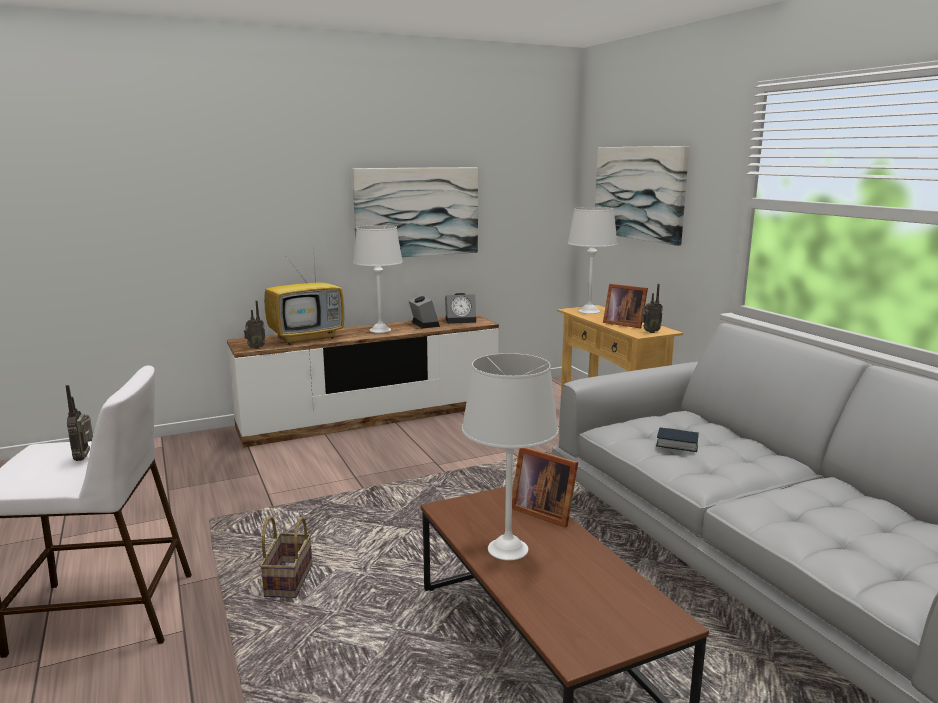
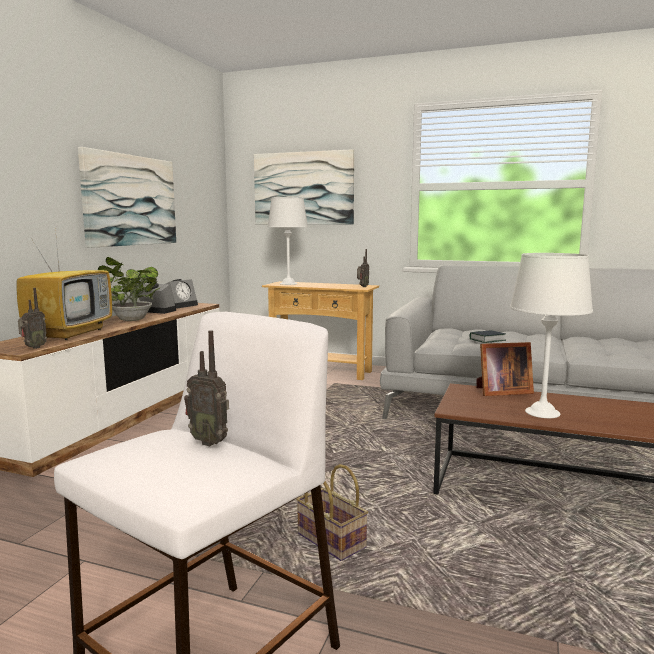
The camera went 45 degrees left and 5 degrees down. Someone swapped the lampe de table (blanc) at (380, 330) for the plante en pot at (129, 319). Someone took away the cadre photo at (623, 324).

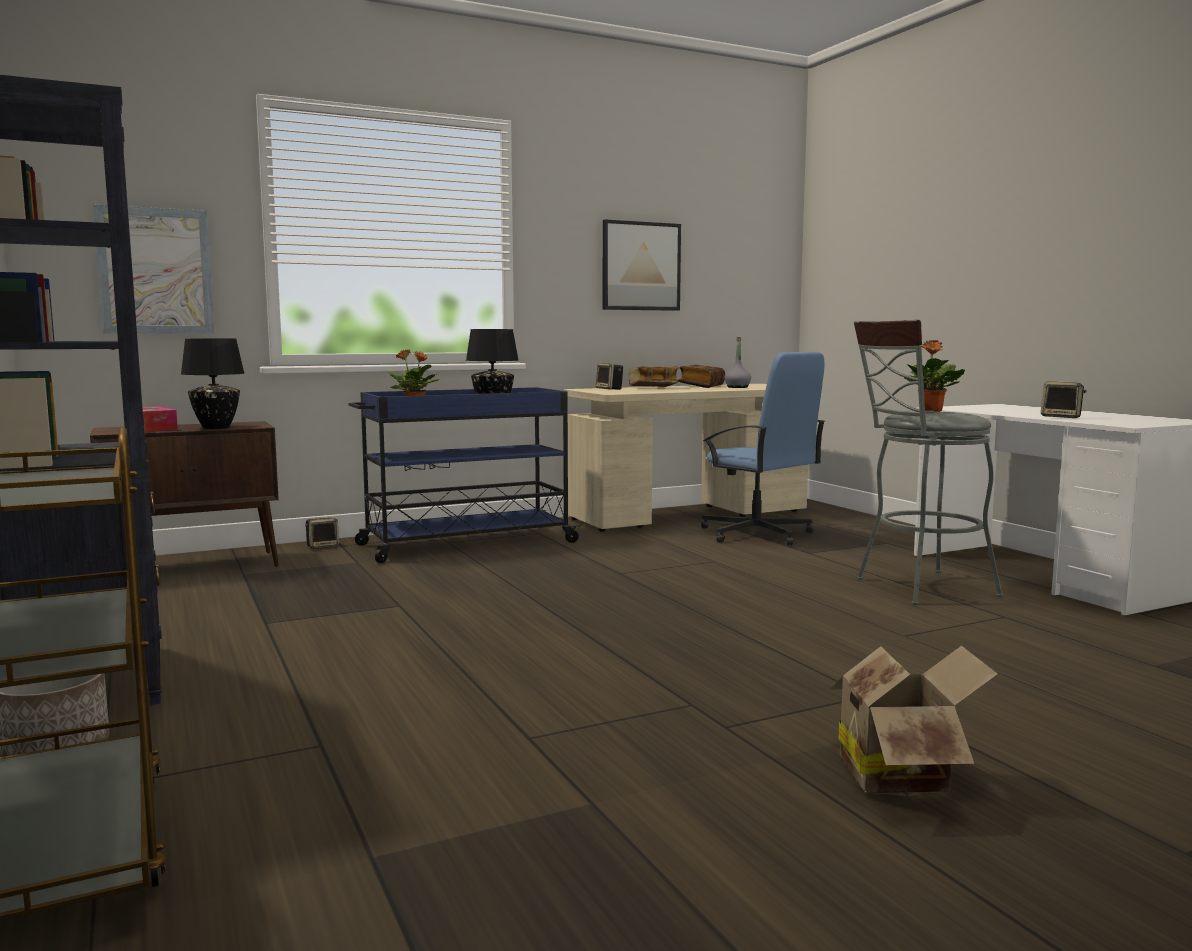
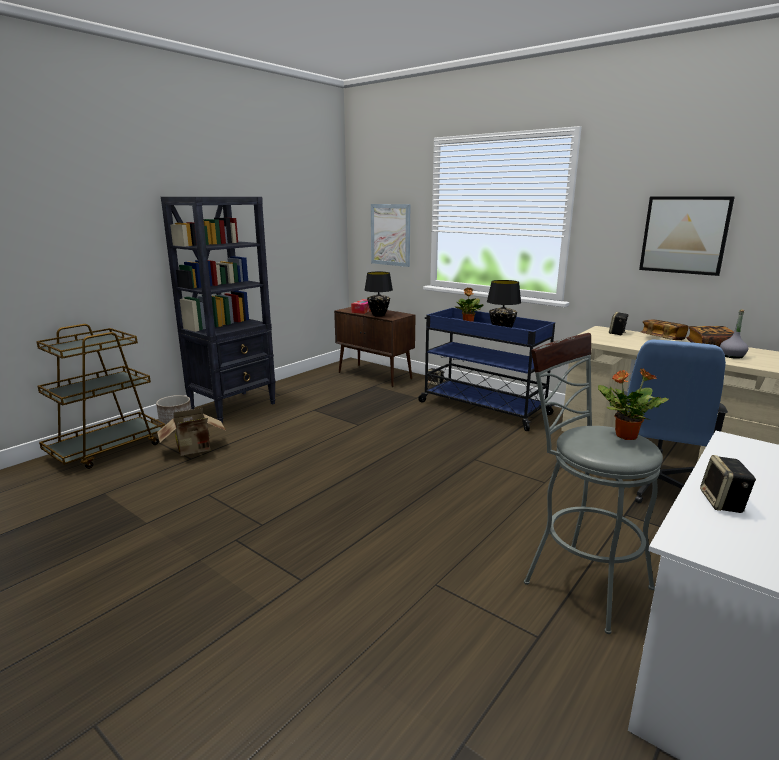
The camera went 65 degrees right and 10 degrees up. Someone carried the carton from (900, 774) to (195, 450).

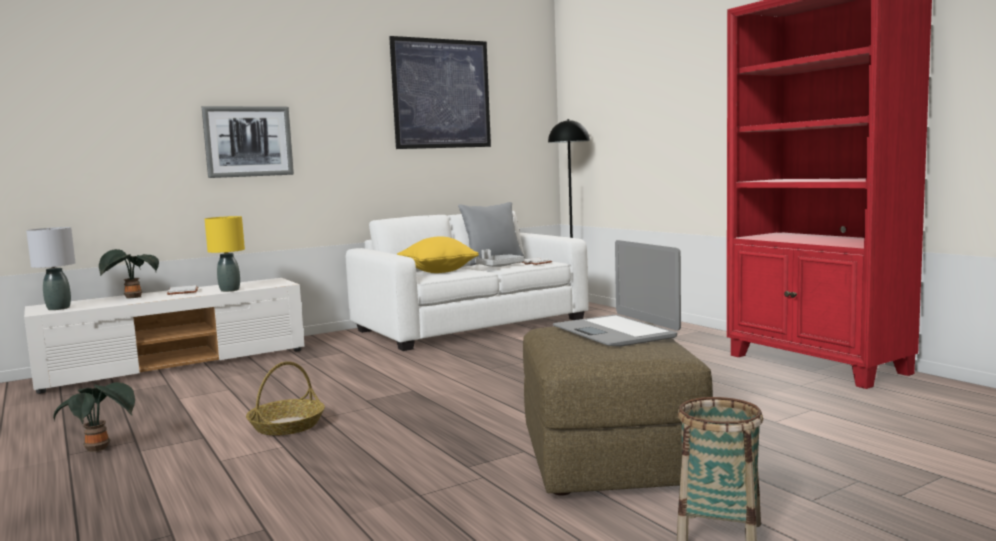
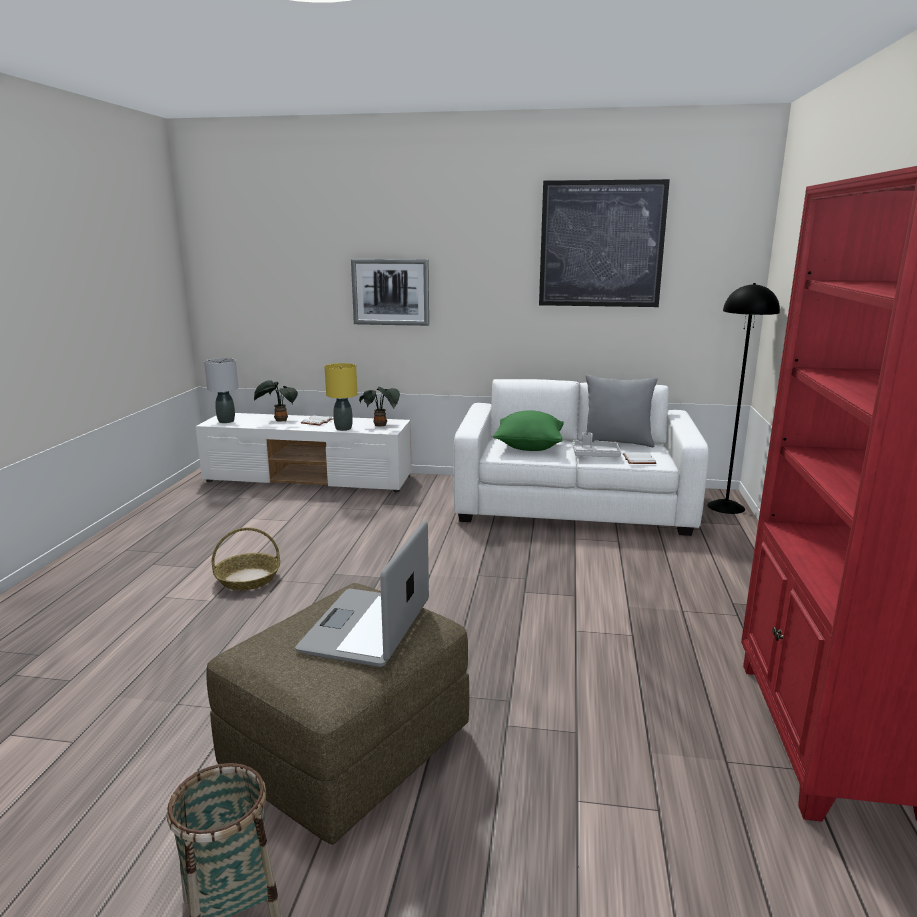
The camera went 40 degrees right and 10 degrees up. Someone carried the plante en pot from (100, 449) to (381, 425). Someone repainted the coussin (jaune) at (438, 272), which became the coussin (vert) at (529, 447).

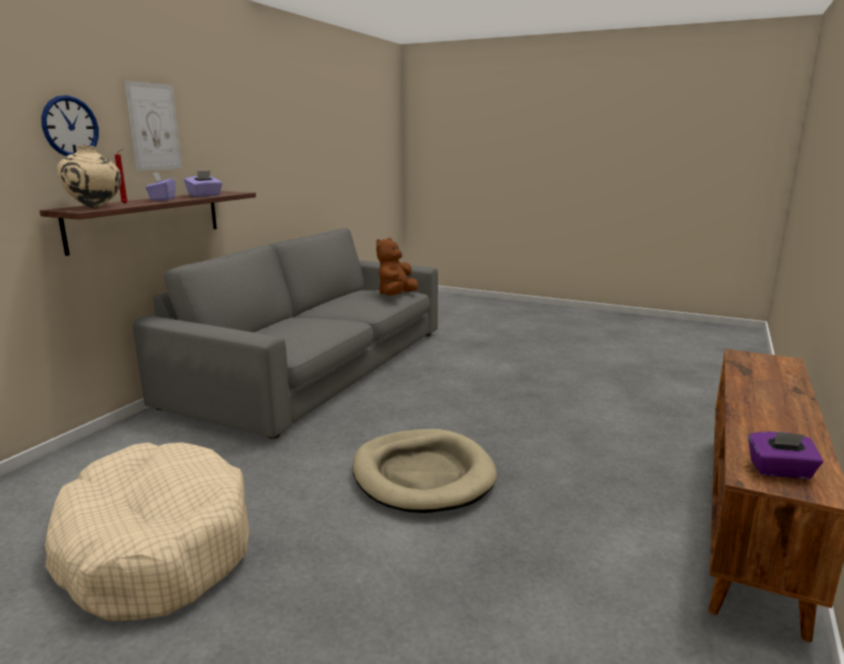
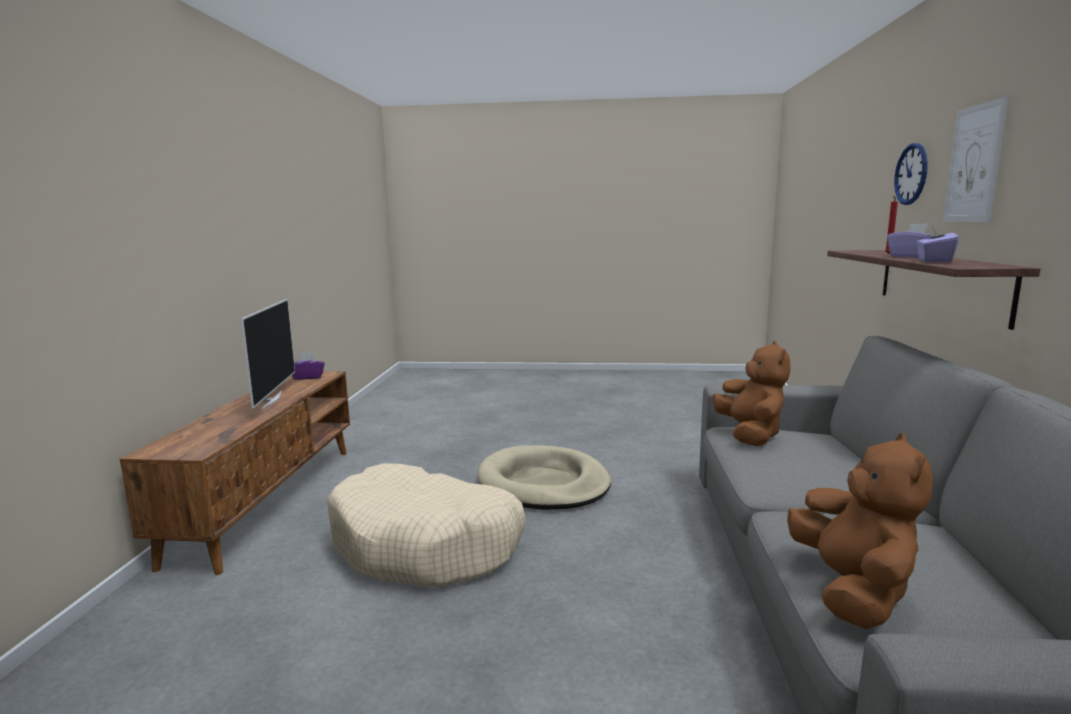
The camera went 160 degrees right and 5 degrees down. Someone carried the panier pour chien (beige) from (155, 547) to (426, 545). Someone took away the vase (beige) at (95, 207). Someone put down the téléviseur at (270, 400). Someone put down the peluche (marron) at (750, 435).

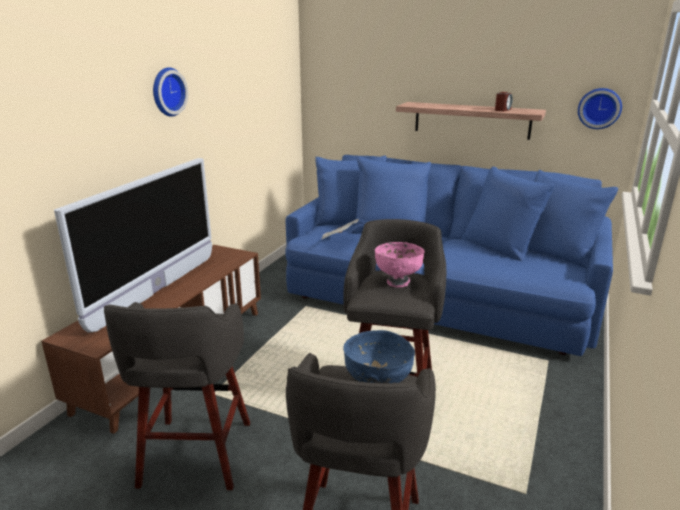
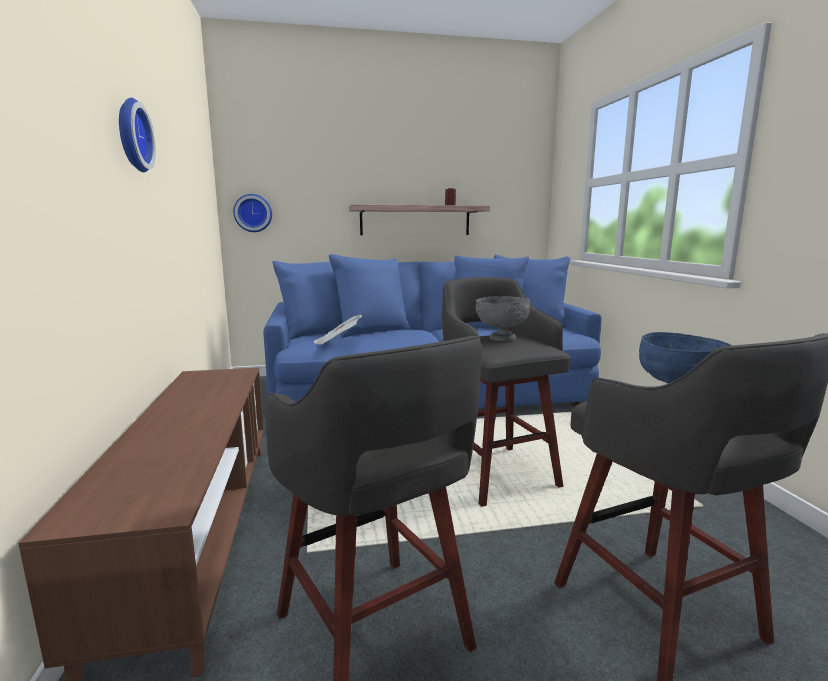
The camera went 35 degrees left and 10 degrees down. Someone took away the téléviseur at (157, 291). Someone repainted the bol (rose) at (398, 282), which became the bol (gris) at (501, 338). Someone carried the horloge murale from (599, 108) to (253, 213).

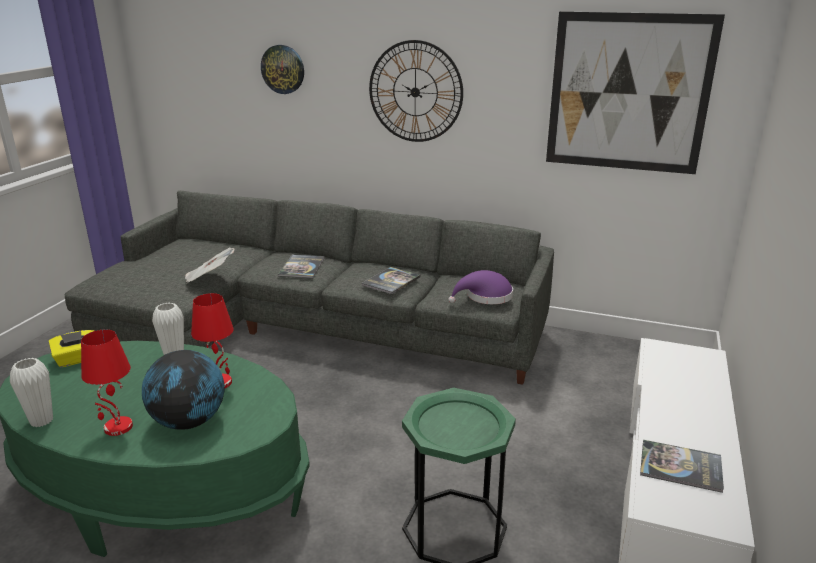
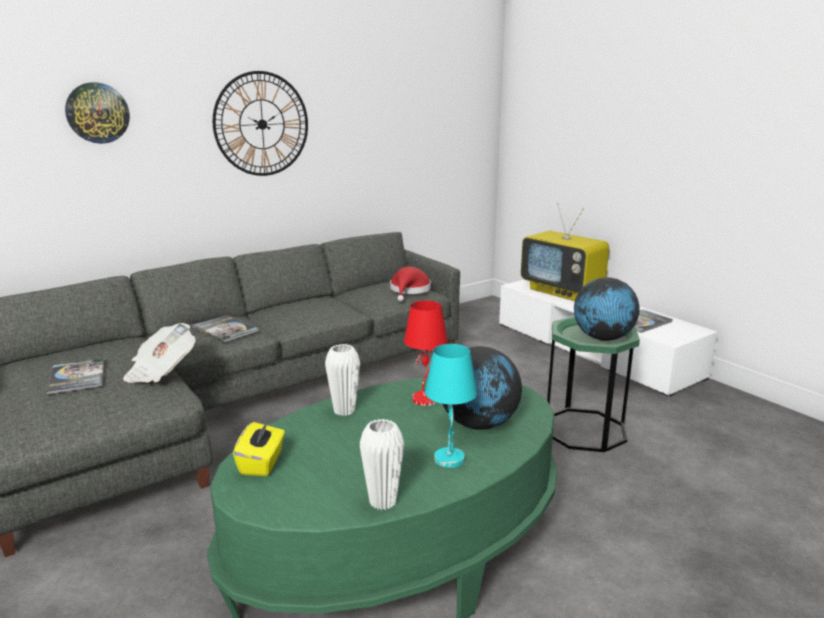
The camera went 55 degrees left and 5 degrees down. Someone repainted the lampe de table (rouge) at (118, 428), which became the lampe de table (turquoise) at (450, 459). Someone carried the livre from (391, 281) to (77, 377). Someone repainted the chapeau (violet) at (485, 297), which became the chapeau (rouge) at (409, 290). Someone took away the tableau at (628, 93). Someone put down the téléviseur at (562, 291). Someone put down the globe at (602, 338).

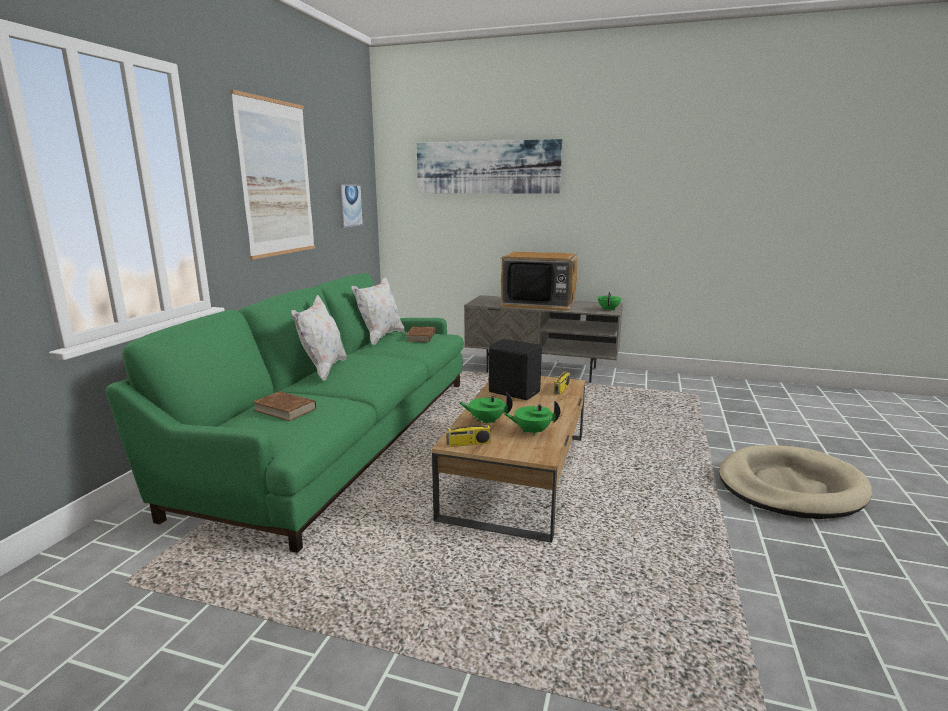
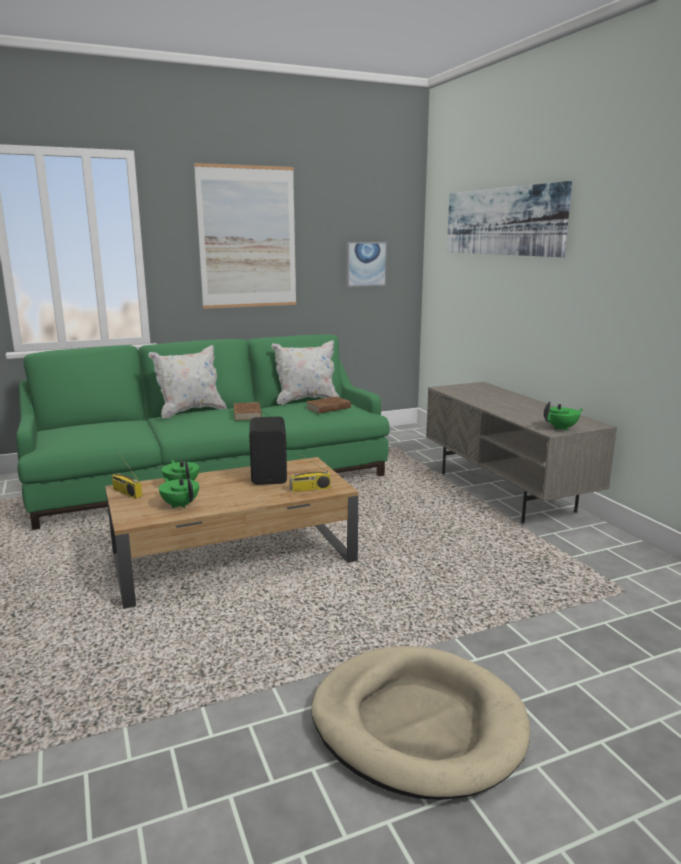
The camera went 50 degrees right and 0 degrees up. Someone carried the livre (marron) from (285, 409) to (247, 414). Someone took away the téléviseur at (538, 304).

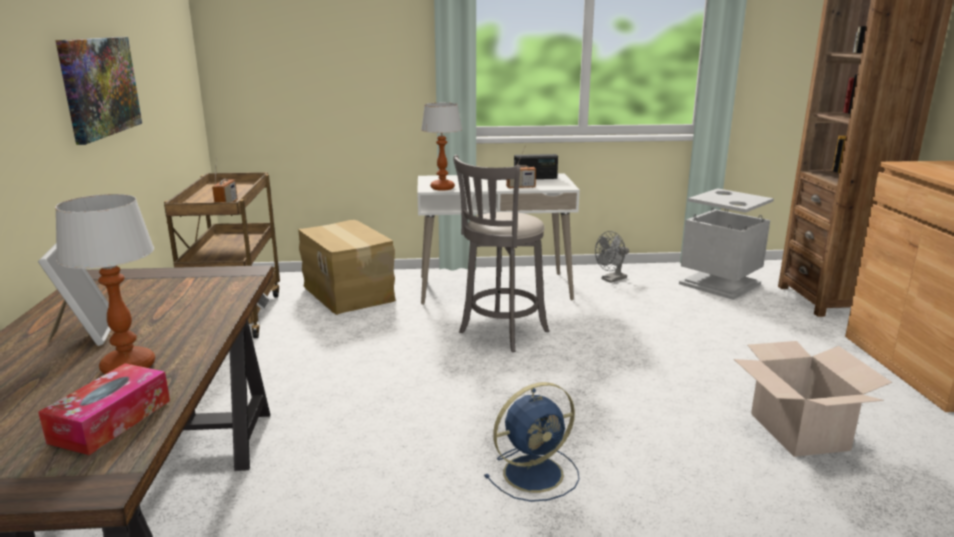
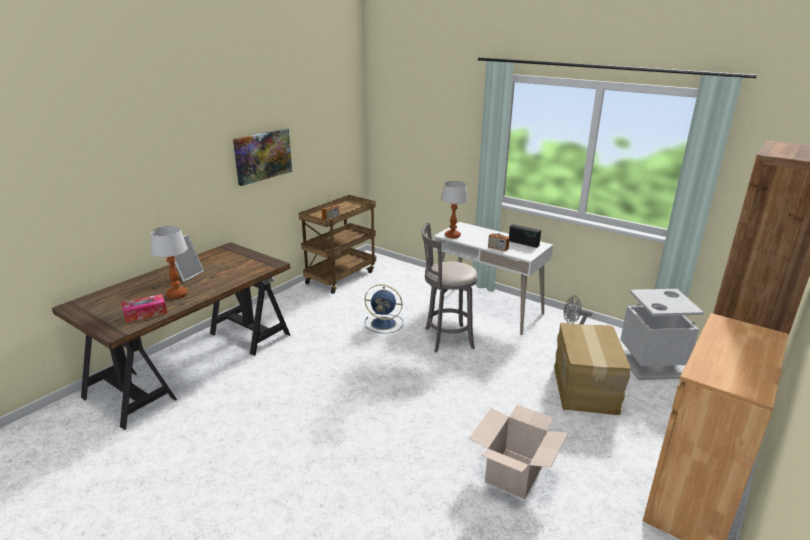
The camera went 40 degrees right and 5 degrees up. Someone carried the carton from (349, 293) to (586, 388). Someone carried the ventilateur (bleu) from (535, 472) to (384, 323).

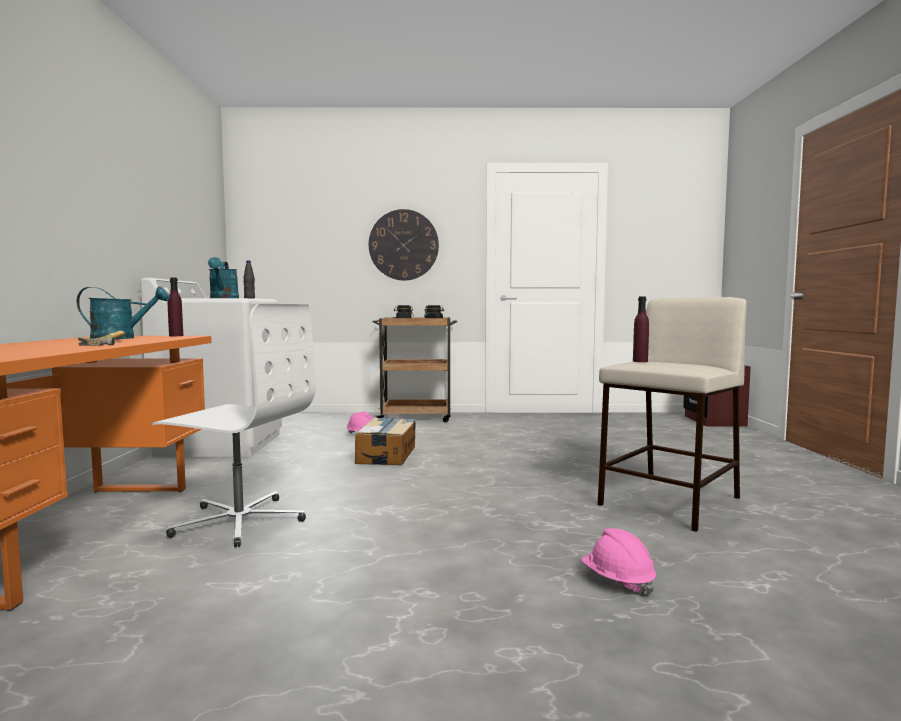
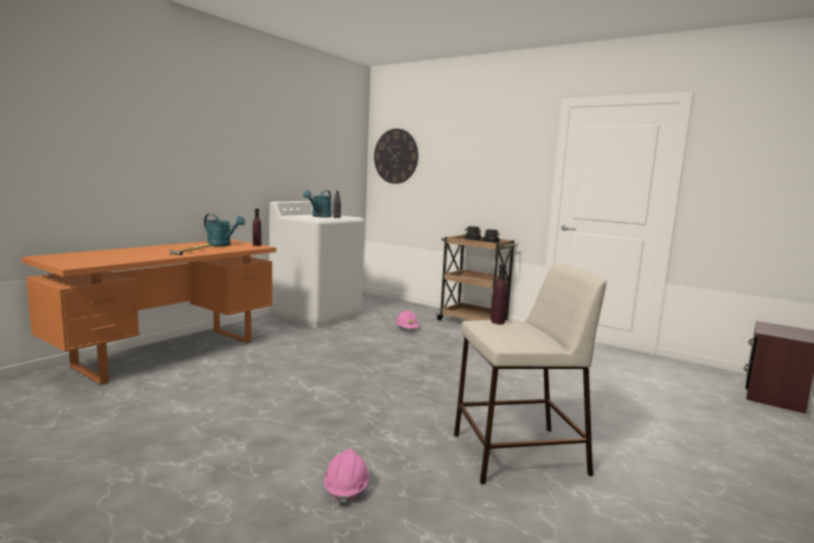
The camera went 35 degrees right and 5 degrees up. Someone took away the chaise de bureau (blanc) at (239, 521). Someone took away the carton at (387, 454). Someone carried the horloge murale from (403, 245) to (396, 156).

